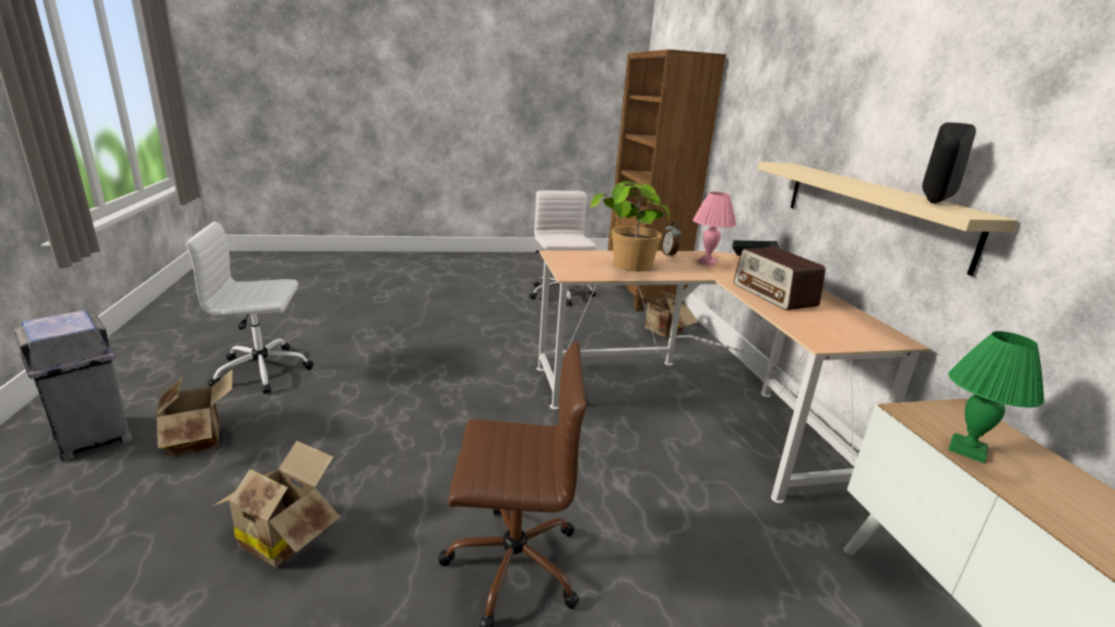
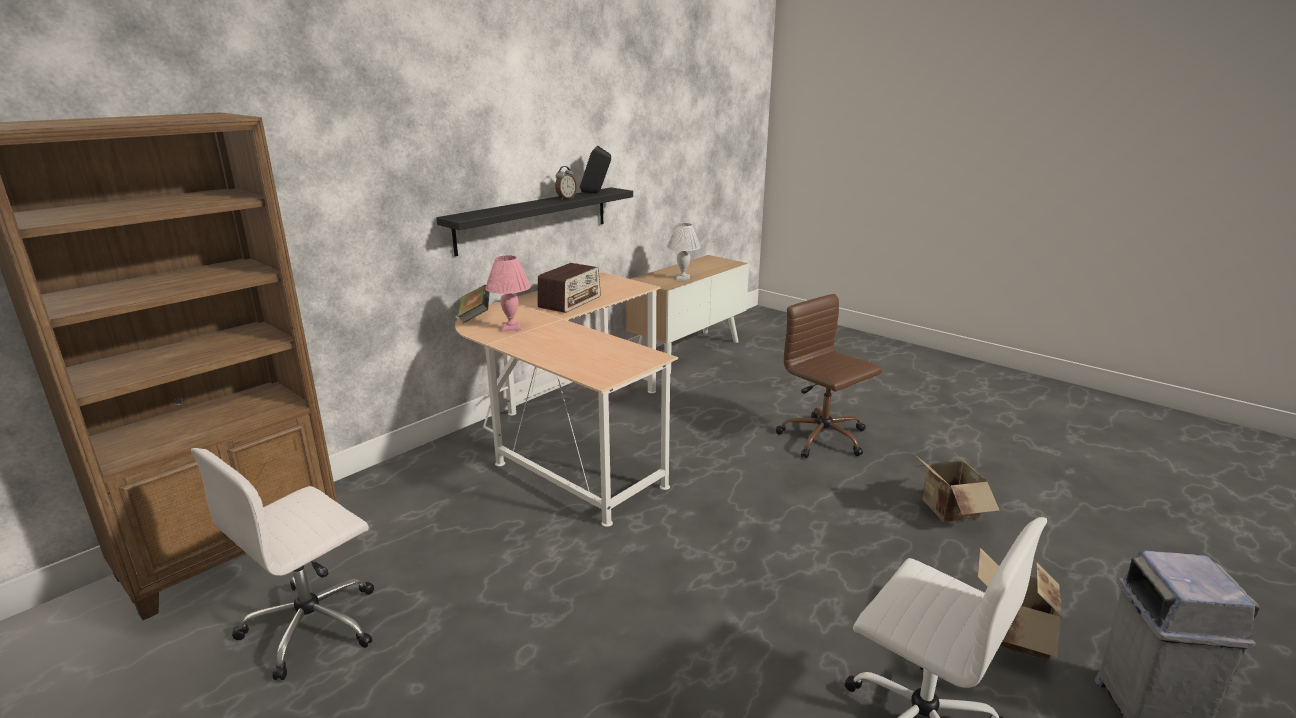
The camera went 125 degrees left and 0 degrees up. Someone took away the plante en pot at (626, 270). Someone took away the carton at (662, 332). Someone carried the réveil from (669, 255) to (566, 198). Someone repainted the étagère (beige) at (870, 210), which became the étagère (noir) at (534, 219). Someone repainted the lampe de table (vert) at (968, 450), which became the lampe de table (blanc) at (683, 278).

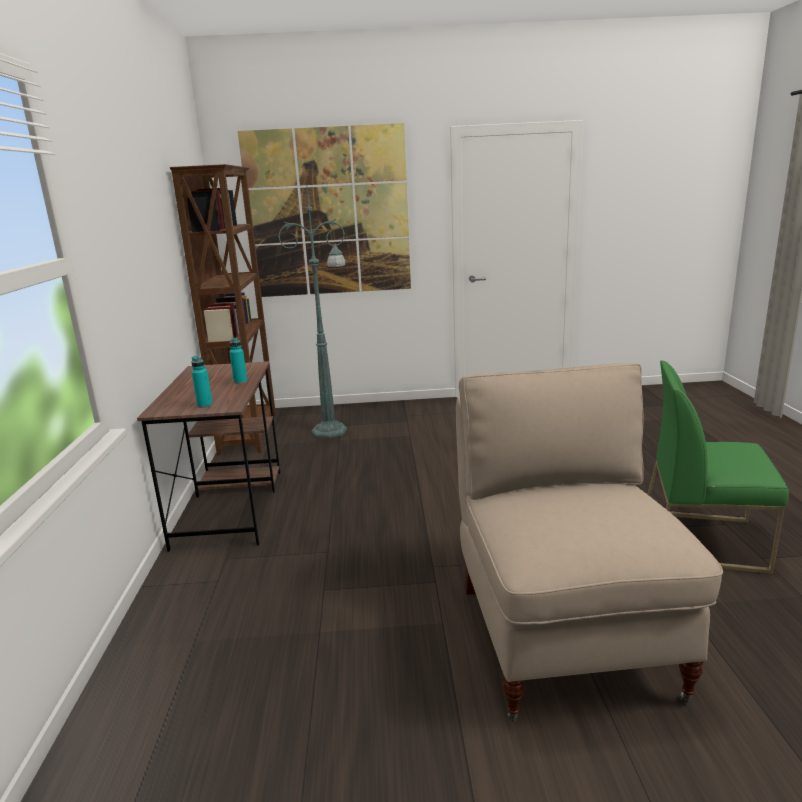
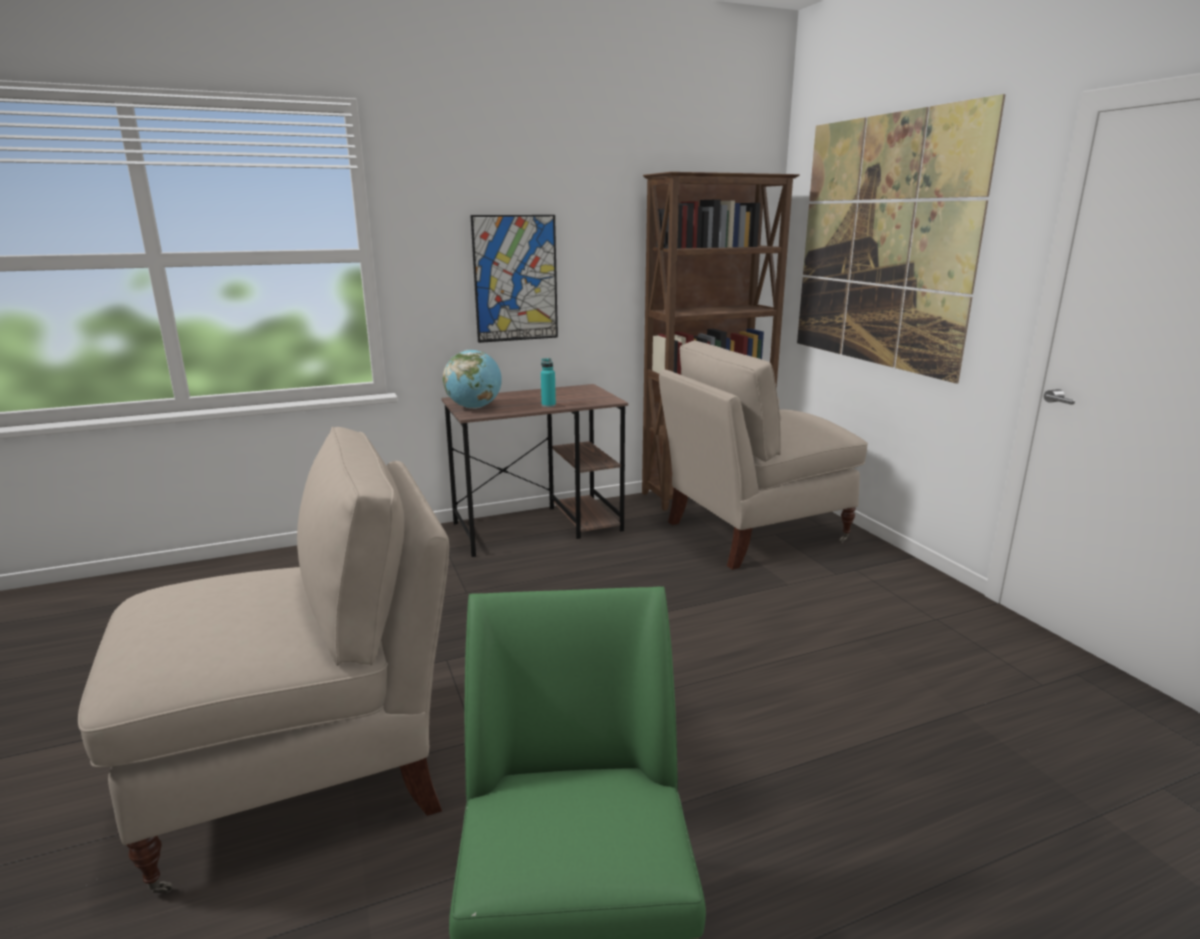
The camera went 70 degrees right and 0 degrees up. Someone swapped the bouteille (turquoise) at (205, 405) for the globe at (474, 407). Someone swapped the lampadaire (vert) at (331, 431) for the chaise (beige) at (753, 532). Someone put up the tableau at (515, 279).

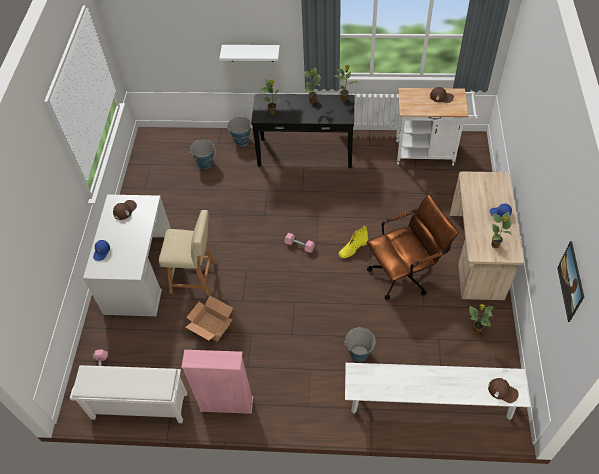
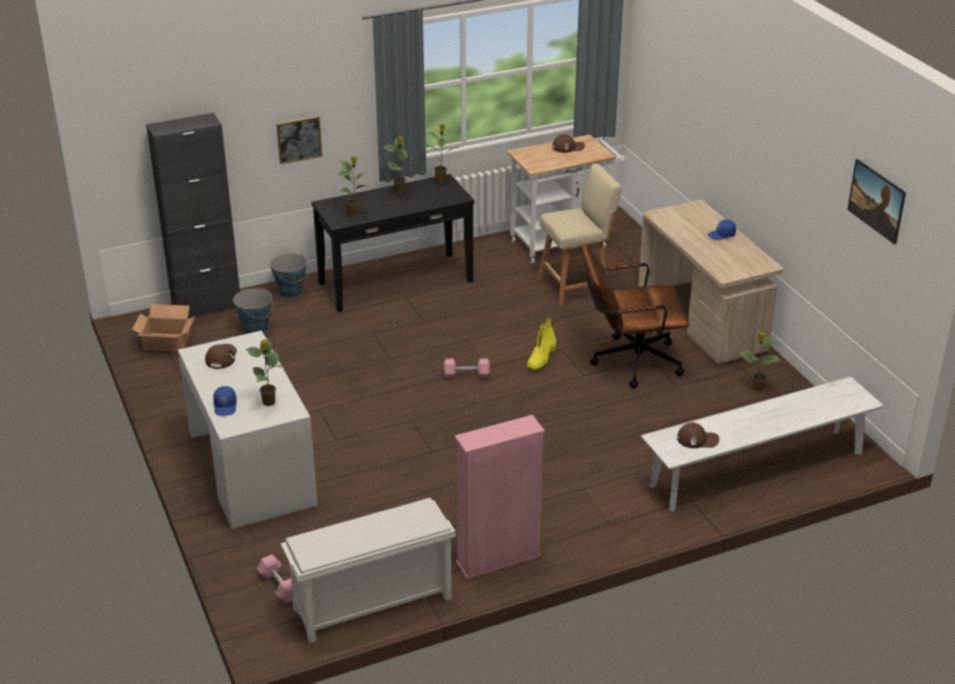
The camera went 30 degrees left and 20 degrees down. Someone carried the tabouret (beige) from (196, 277) to (576, 286). Someone carried the carton from (212, 326) to (166, 342). Someone swapped the étagère (blanc) at (251, 53) for the tableau at (299, 139). Someone took away the seau at (359, 353). Someone rotated the chaise de bureau (marron) at (405, 273) by 135 degrees counterclockwise. Someone carried the casquette (marron) from (502, 391) to (697, 439). Someone carried the plante en pot from (495, 245) to (269, 402). Someone put down the meuble de rangement (noir) at (206, 306).

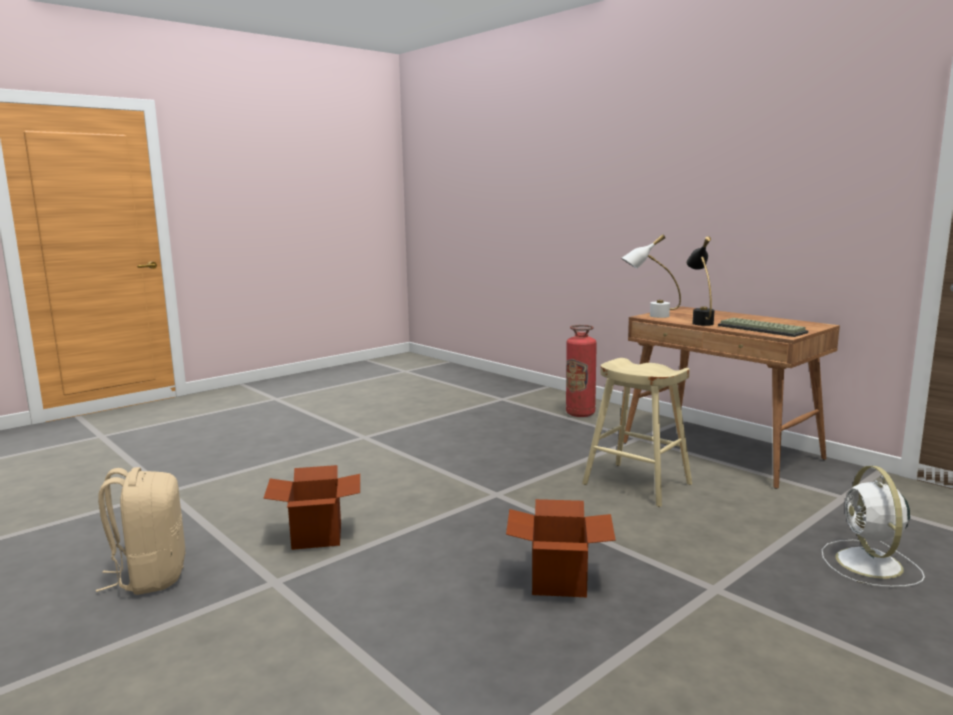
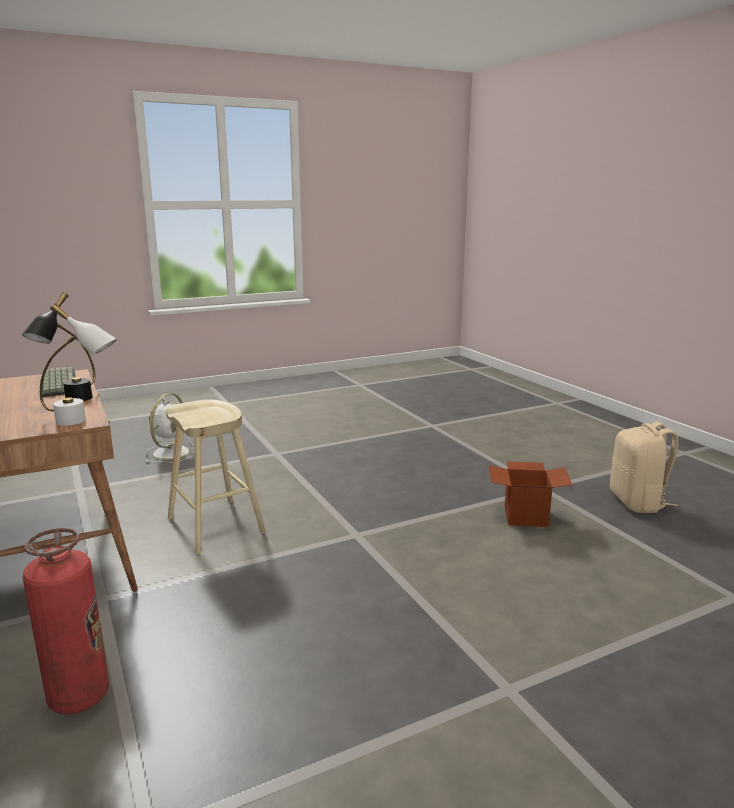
The camera went 165 degrees left and 5 degrees up. Someone took away the carton at (558, 581).

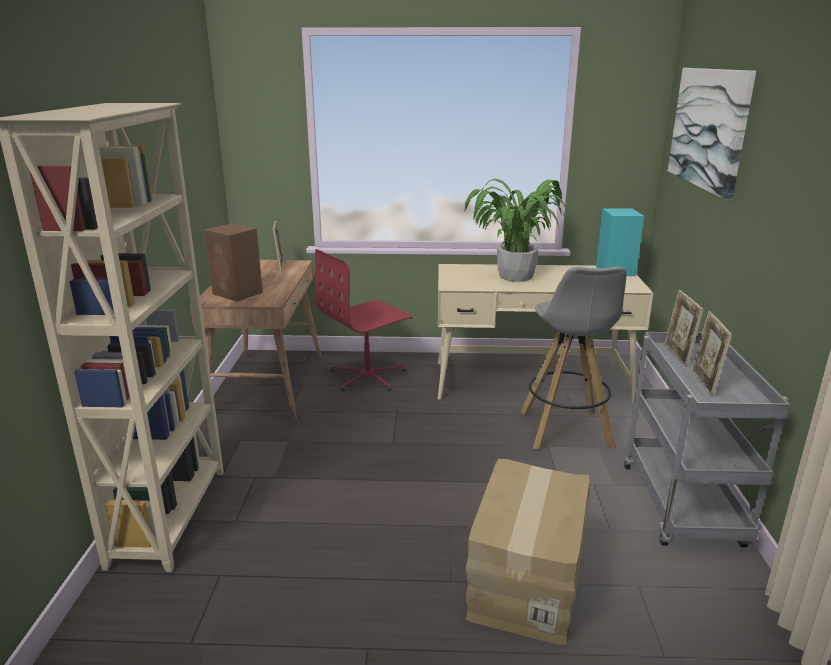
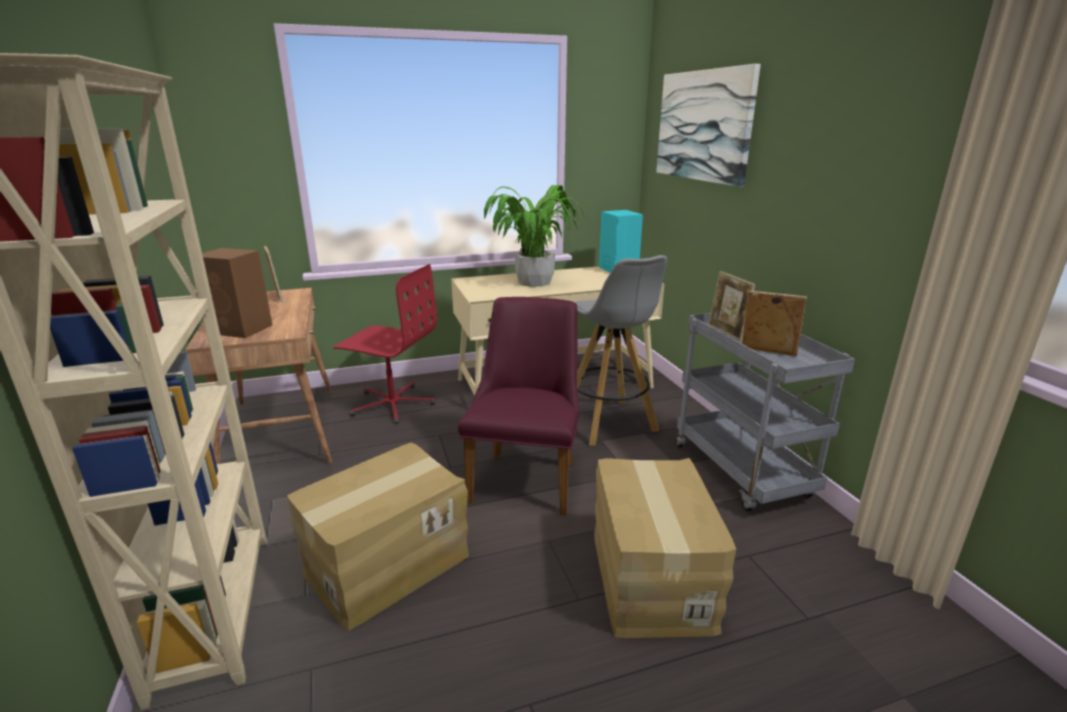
The camera went 20 degrees left and 0 degrees up. Someone rotated the chaise de bureau (rouge) at (368, 376) by 105 degrees counterclockwise. Someone rotated the cadre photo at (704, 383) by 135 degrees clockwise. Someone put down the carton at (386, 563). Someone put down the chaise (violet) at (527, 475).

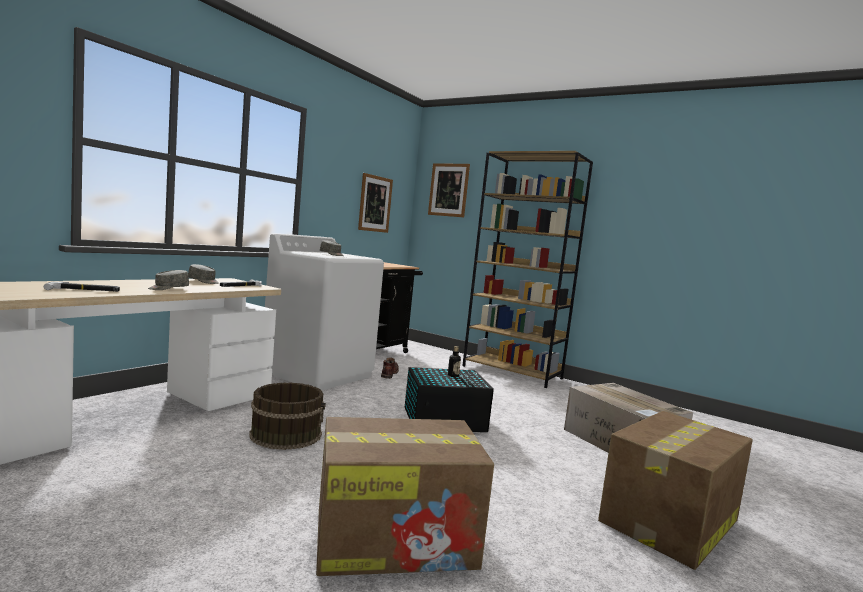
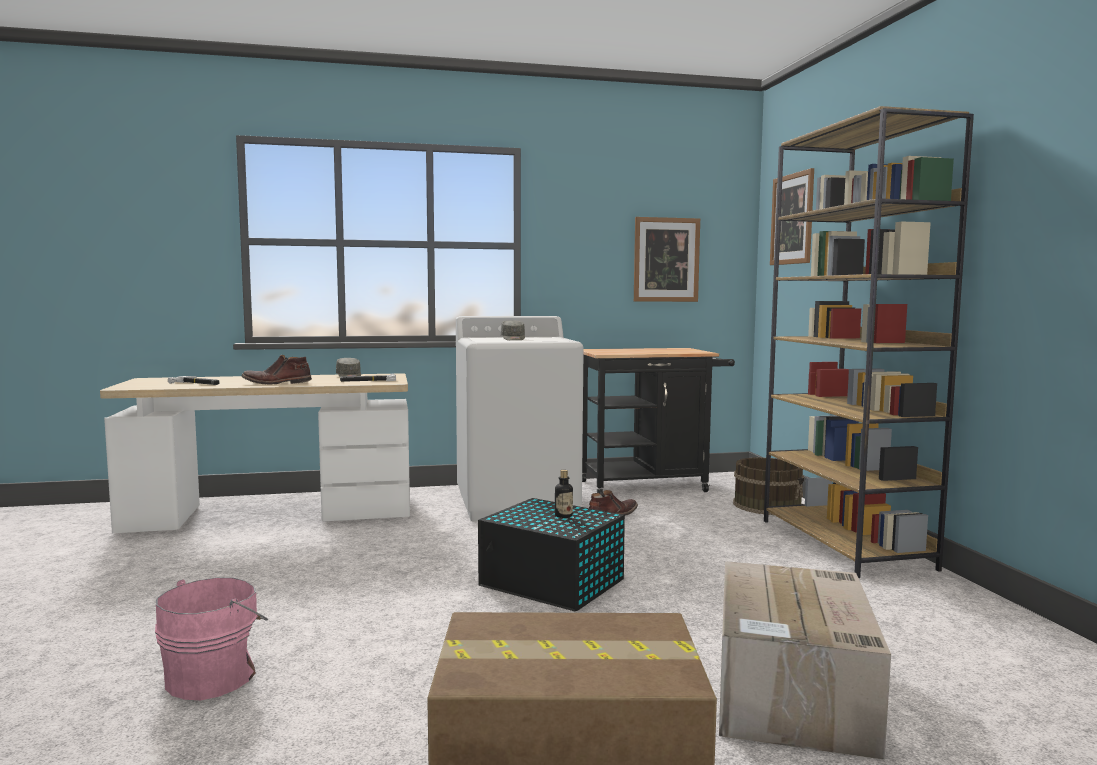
The camera went 45 degrees right and 0 degrees up. Someone swapped the casquette (gris) at (168, 288) for the botte (marron) at (277, 383). Someone carried the seau (marron) from (286, 434) to (767, 505). Someone swapped the carton at (396, 537) for the seau (rose) at (215, 676).

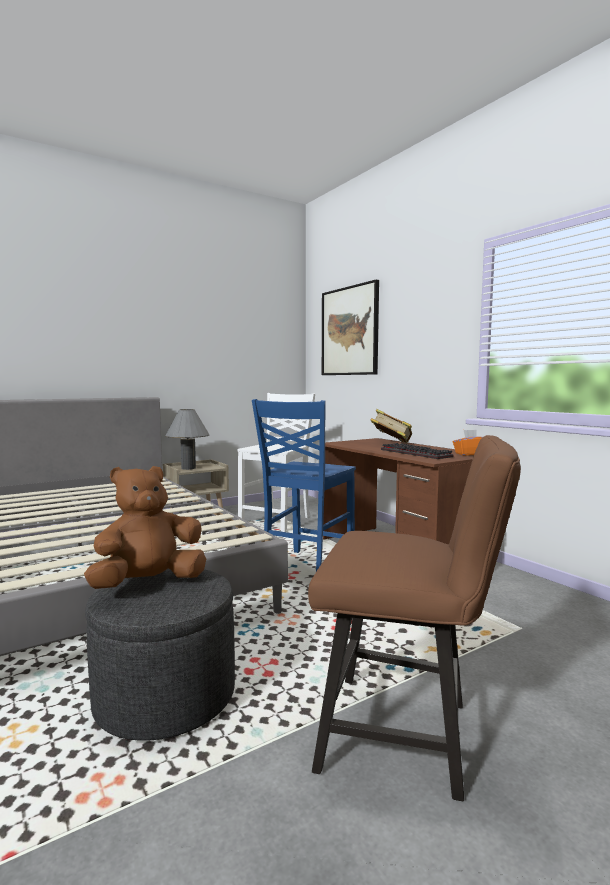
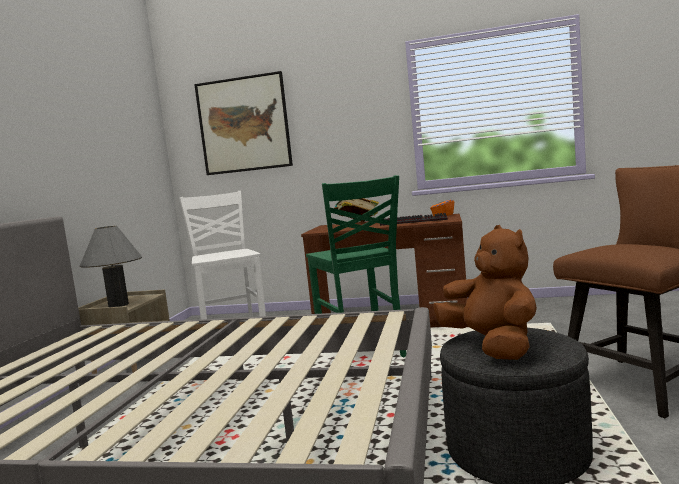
The camera went 45 degrees left and 0 degrees up. Someone rotated the peluche (marron) at (149, 583) by 150 degrees clockwise. Someone repainted the chaise (bleu) at (306, 569), which became the chaise (vert) at (362, 353).

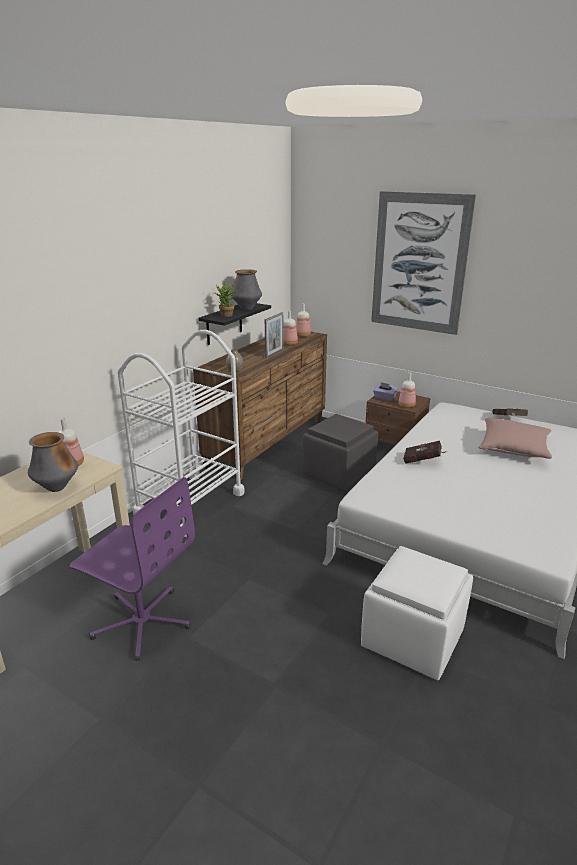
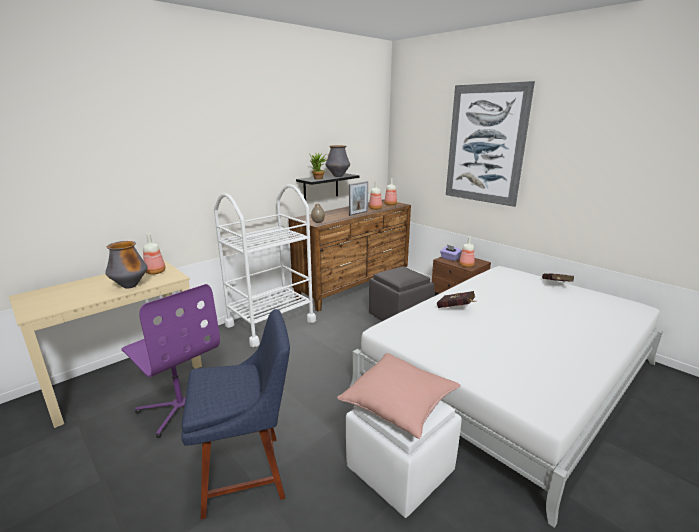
The camera went 15 degrees right and 5 degrees down. Someone carried the coussin (rose) from (513, 448) to (399, 404). Someone put down the chaise (bleu) at (248, 472).

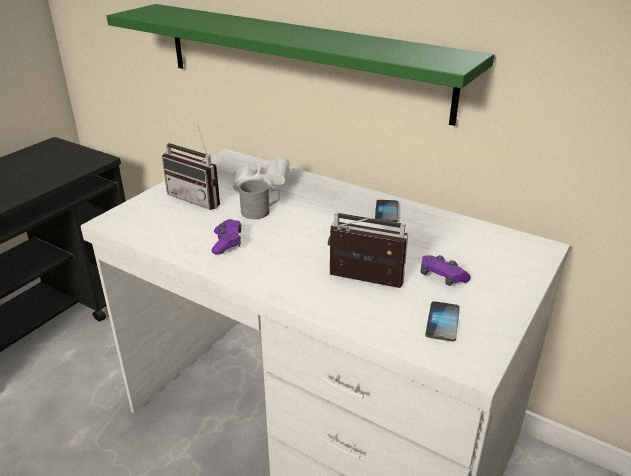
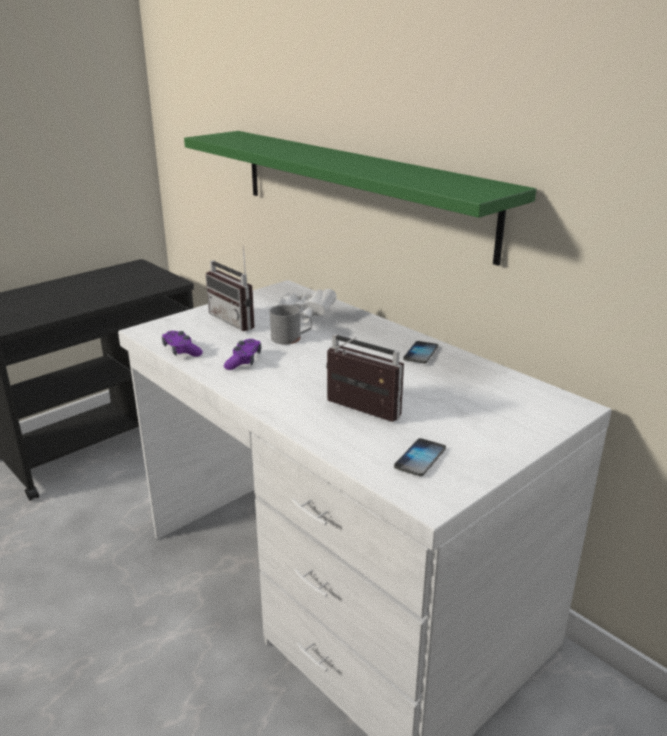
The camera went 15 degrees right and 5 degrees down. Someone carried the manette (violet) from (442, 277) to (181, 351).

